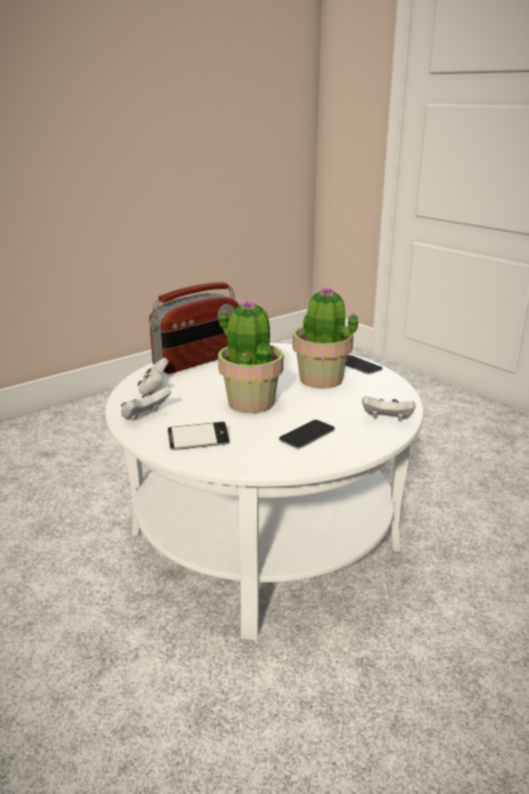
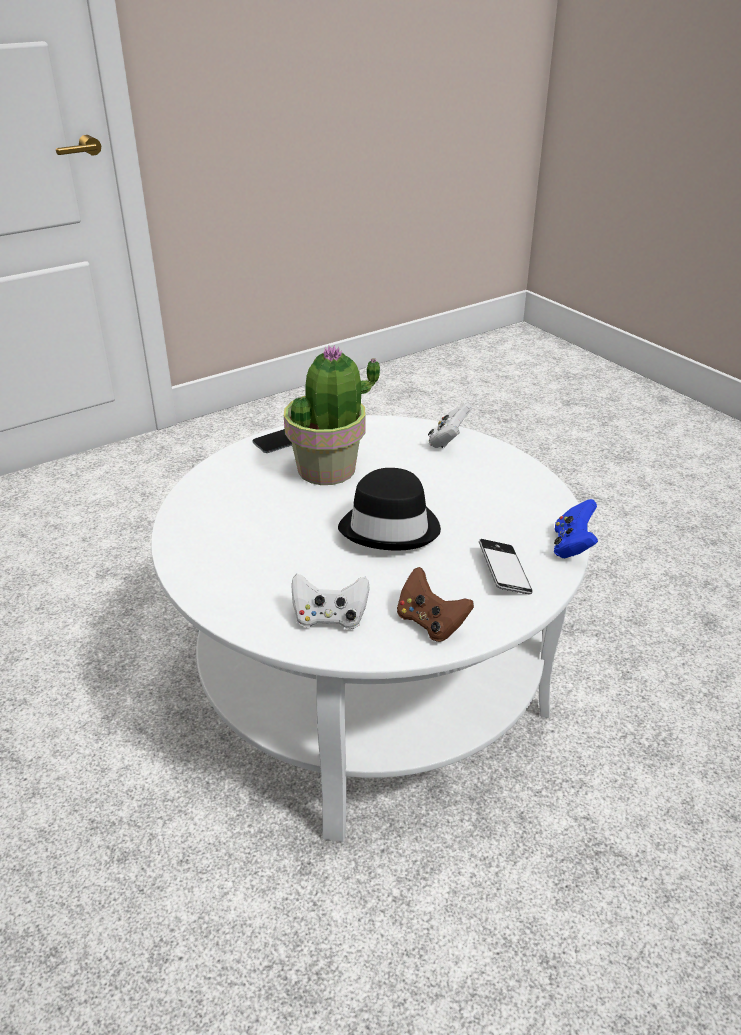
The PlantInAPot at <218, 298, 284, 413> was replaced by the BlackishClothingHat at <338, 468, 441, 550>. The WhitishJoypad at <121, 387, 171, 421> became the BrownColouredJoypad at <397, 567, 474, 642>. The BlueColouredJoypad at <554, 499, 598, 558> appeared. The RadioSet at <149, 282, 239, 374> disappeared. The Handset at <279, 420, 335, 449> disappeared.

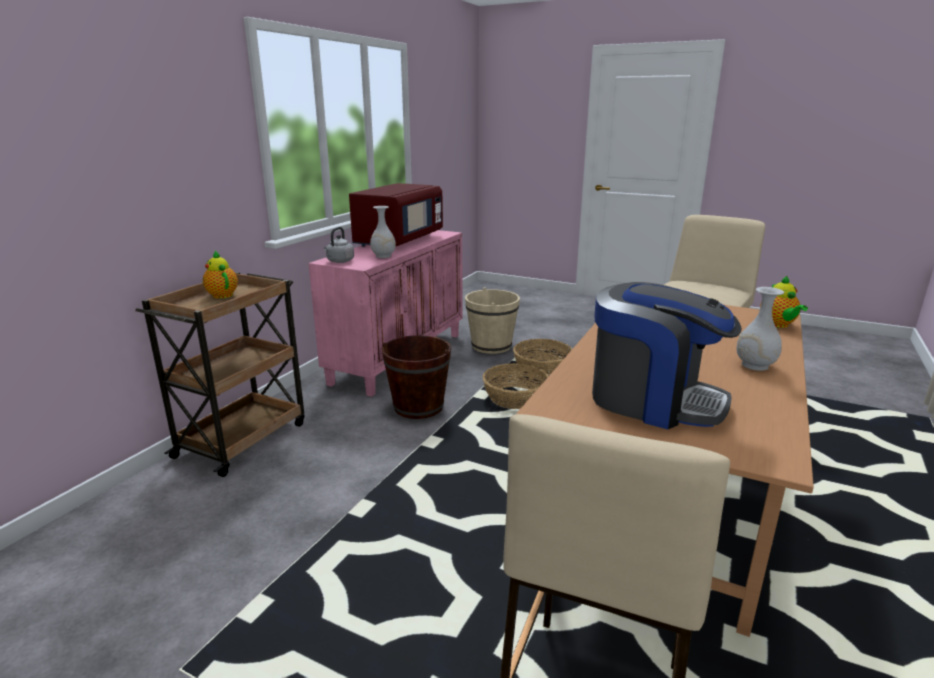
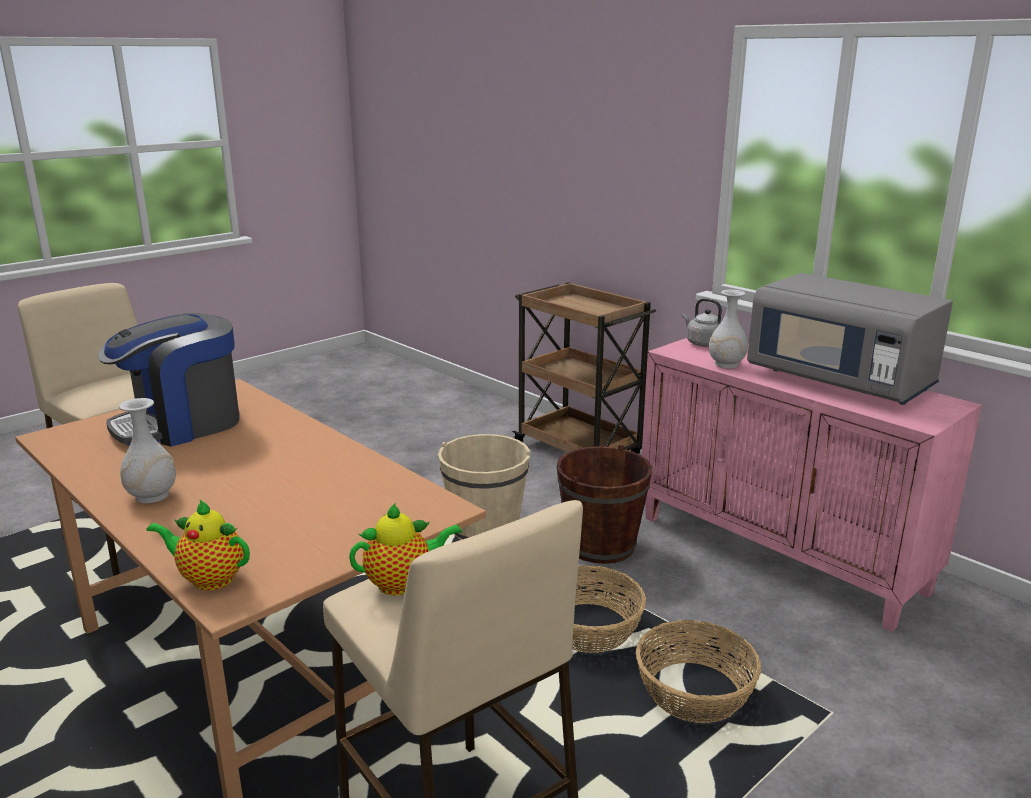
The PotForTea moved from <203, 250, 238, 299> to <349, 503, 462, 595>. The BeigePail moved from <465, 287, 520, 354> to <438, 434, 530, 540>. The RedColouredMicrowaveOven at <349, 183, 443, 247> became the GreyishMicrowaveOven at <747, 273, 953, 405>.

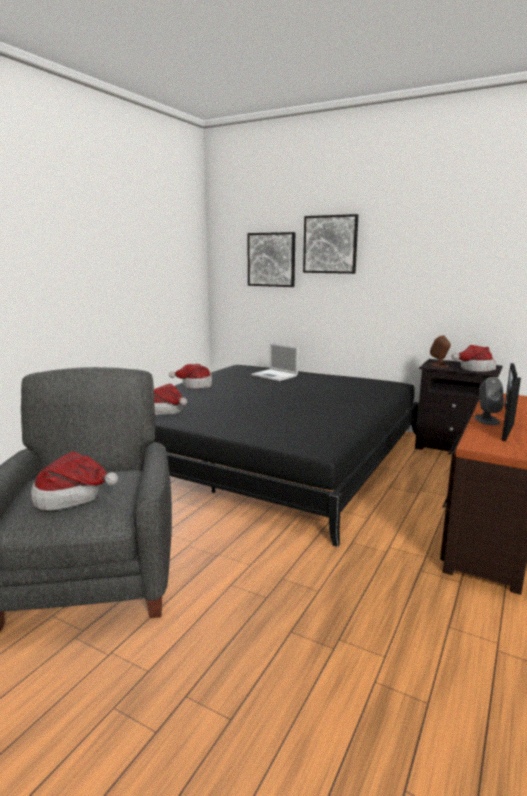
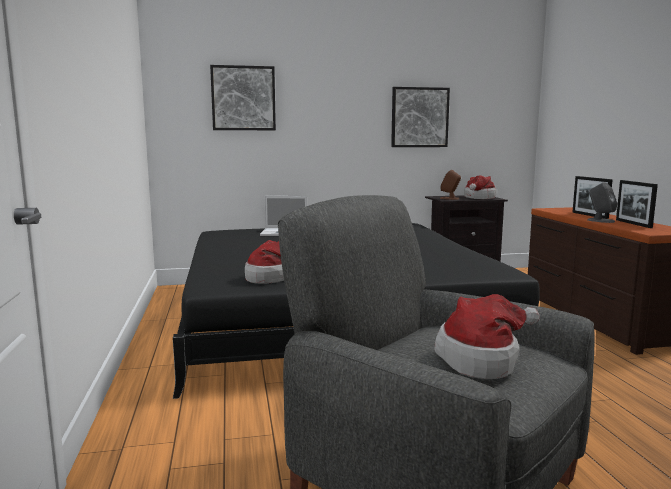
The WallPicture moved from <303, 214, 358, 274> to <391, 87, 450, 147>. The ClothingHat at <169, 364, 212, 389> disappeared.

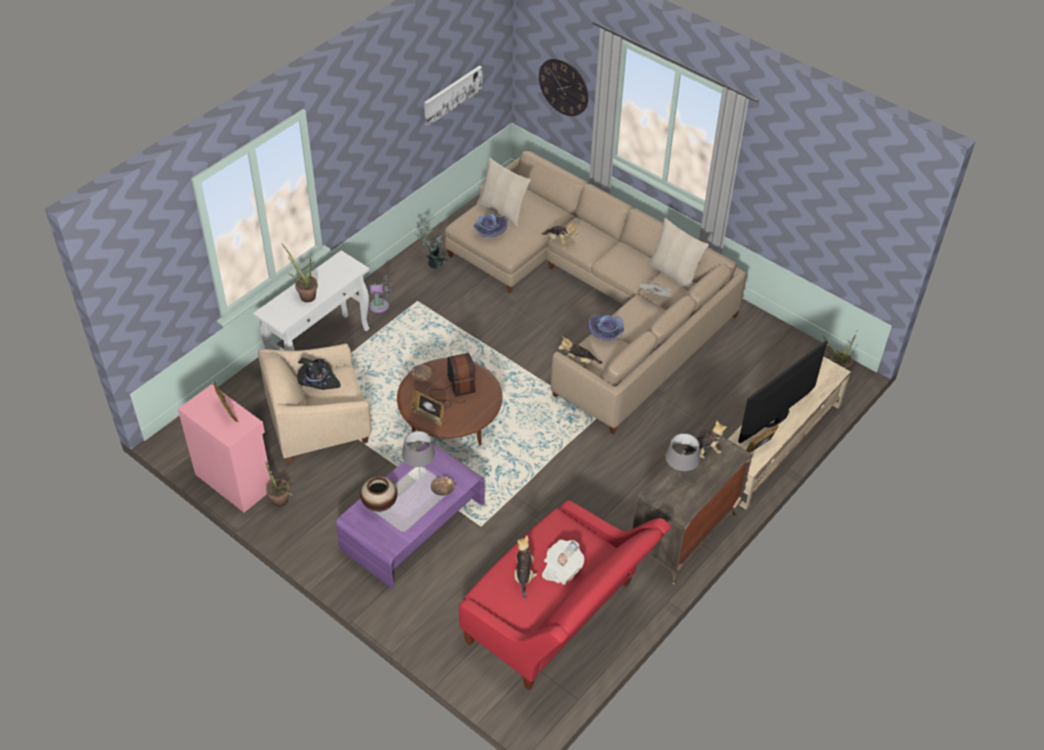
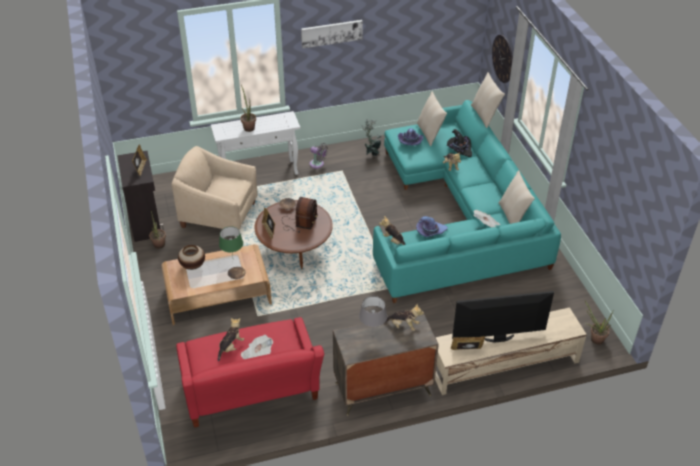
The PinkColouredStorageCabinet at <178, 384, 273, 512> became the BlackishStorageCabinet at <117, 151, 164, 242>. The PurpleColouredLowTable at <336, 443, 485, 590> became the BrownColouredLowTable at <161, 244, 272, 325>. The GreyishTableLamp at <402, 431, 435, 470> became the GreenTableLamp at <219, 226, 243, 256>. The WallPicture moved from <424, 66, 482, 126> to <301, 20, 363, 48>. The BeigeCouch at <445, 151, 747, 435> became the TurquoiseColouredCouch at <373, 100, 561, 303>. The BlackishClothingHat moved from <297, 358, 340, 390> to <447, 129, 472, 157>. The BeigeCushion at <471, 73, 505, 128> appeared.

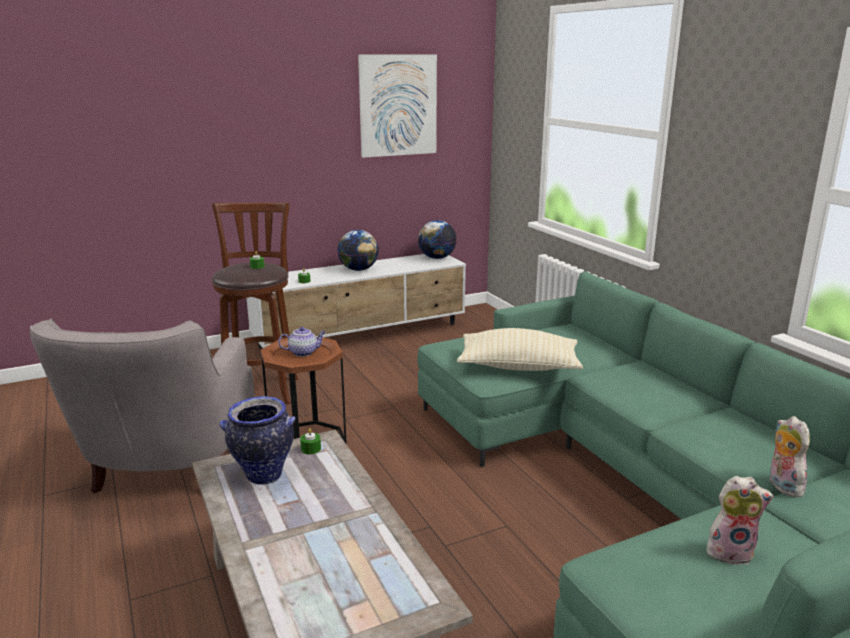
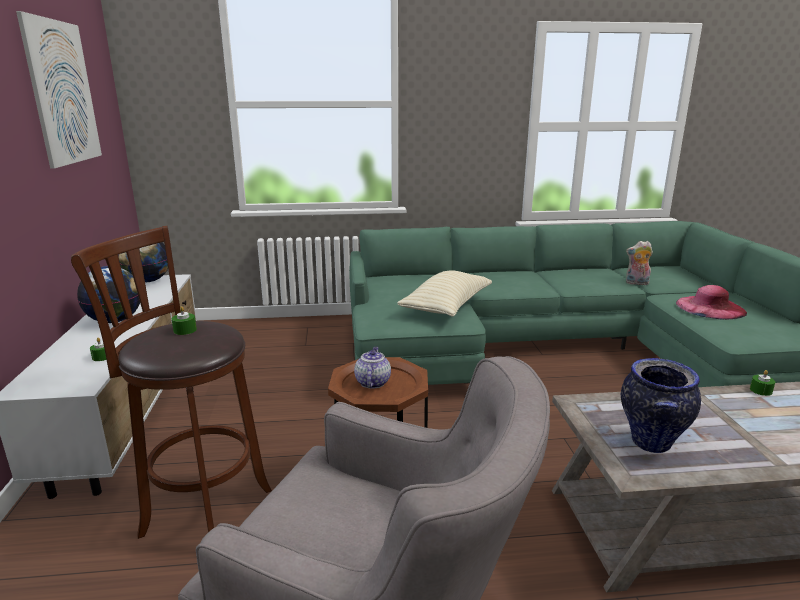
The SoftToy at <706, 476, 774, 565> was replaced by the PinkColouredClothingHat at <676, 285, 747, 320>. The GreenWaxCandle moved from <300, 428, 321, 455> to <750, 370, 775, 396>.

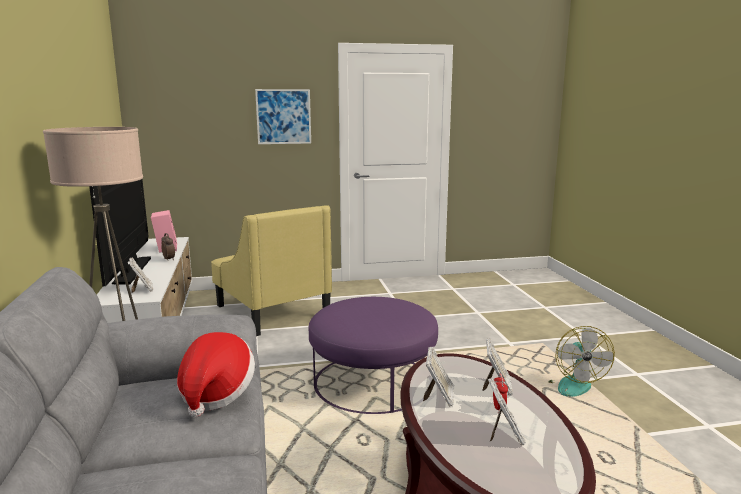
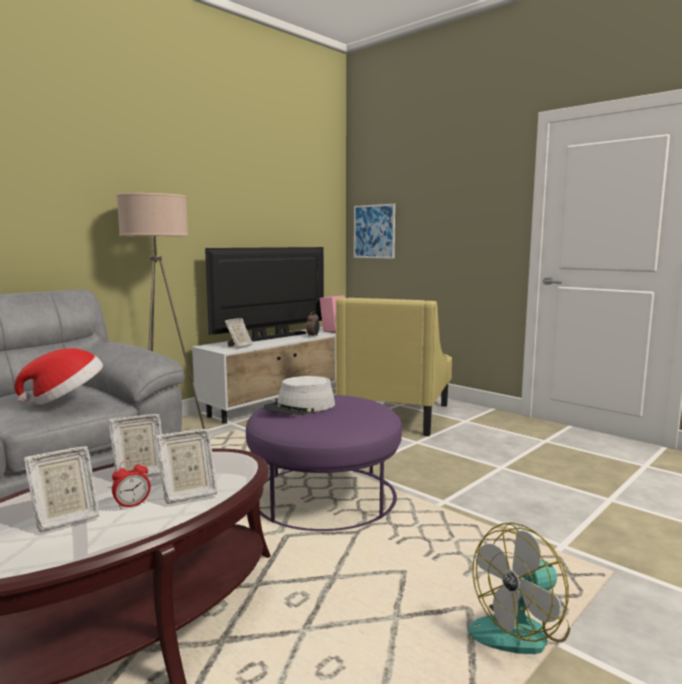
The GreyishClothingHat at <264, 376, 335, 416> appeared. The WallPicture moved from <255, 89, 311, 144> to <354, 204, 395, 259>.

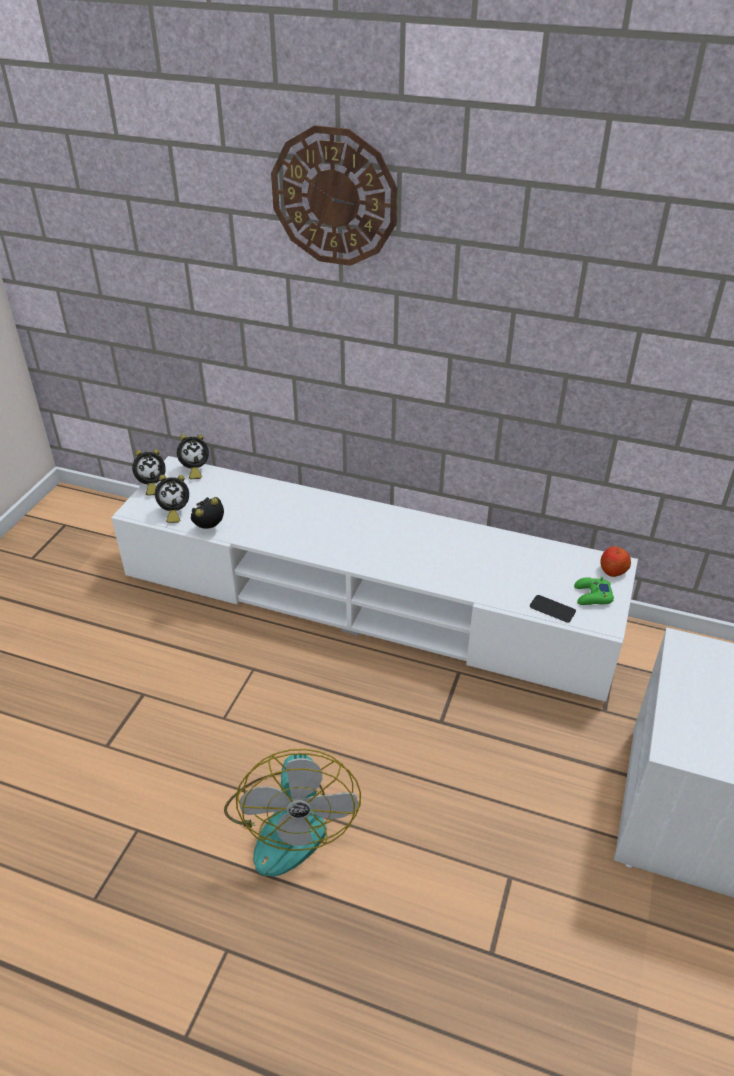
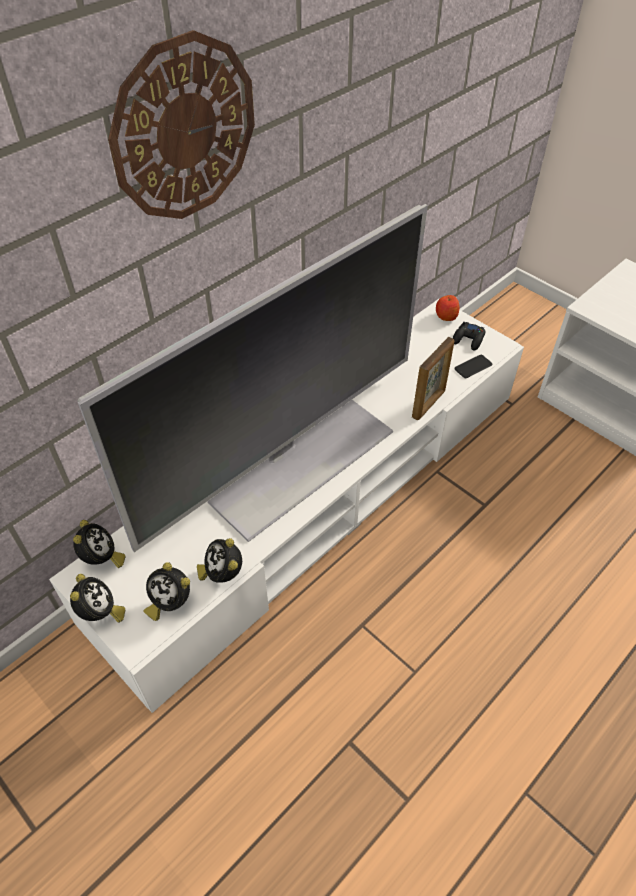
The TvSet at <77, 204, 428, 552> appeared. The TableClock at <155, 475, 189, 523> turned 120 degrees clockwise. The PictureFrame at <412, 337, 454, 420> appeared. The GreenJoypad at <574, 577, 614, 605> became the BlackishJoypad at <453, 322, 486, 351>. The ElectricFan at <224, 749, 361, 877> disappeared.

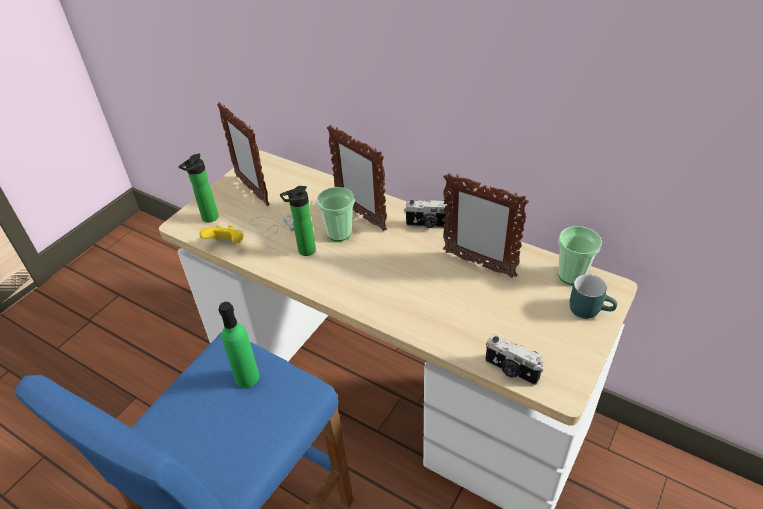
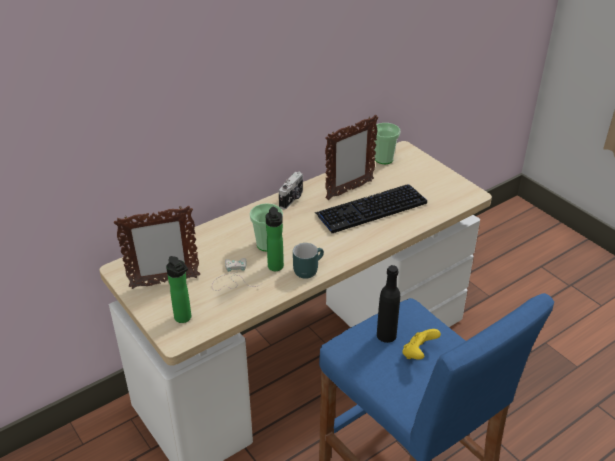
The TurquoiseColouredMug moved from <570, 274, 617, 319> to <293, 243, 324, 279>. The ComputerKeyboard at <315, 184, 427, 234> appeared. The GreenBeverageBottle at <219, 302, 259, 388> became the BlackishBeverageBottle at <377, 265, 400, 343>. The YellowJoypad moved from <199, 225, 244, 243> to <402, 329, 441, 359>. The PictureFrame at <327, 125, 387, 231> disappeared. The PhotoCamera at <485, 335, 544, 385> disappeared.

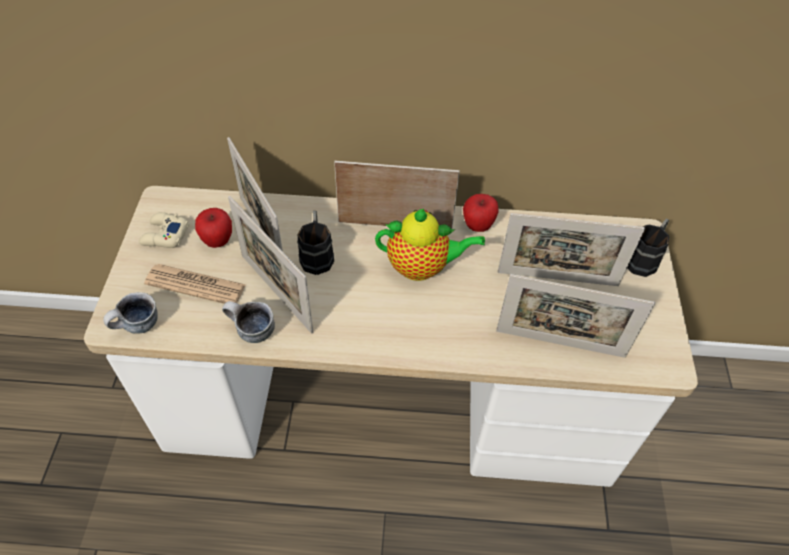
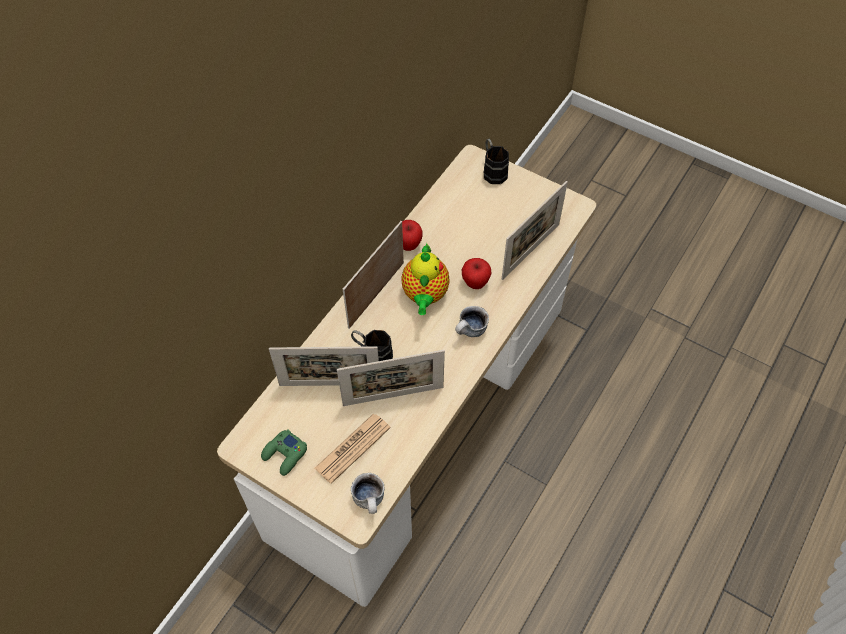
The BeigeJoypad at <139, 212, 189, 248> became the GreenJoypad at <261, 430, 307, 476>. The PotForTea at <375, 209, 485, 281> turned 150 degrees clockwise. The Mug moved from <222, 301, 275, 343> to <455, 306, 489, 337>. The WholeApple moved from <195, 208, 232, 248> to <462, 258, 491, 289>. The PictureFrame at <498, 213, 645, 286> disappeared.

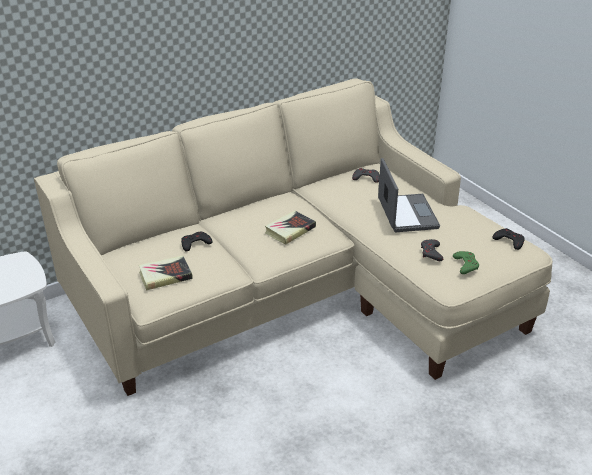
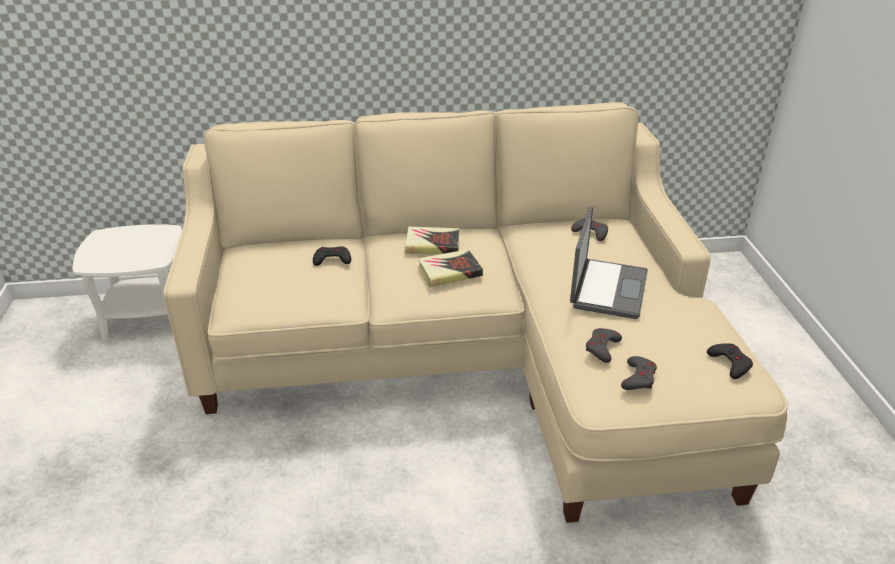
The Book moved from <139, 255, 193, 291> to <405, 227, 459, 254>. The GreenJoypad at <453, 251, 479, 274> became the GreyishJoypad at <621, 356, 657, 390>.

